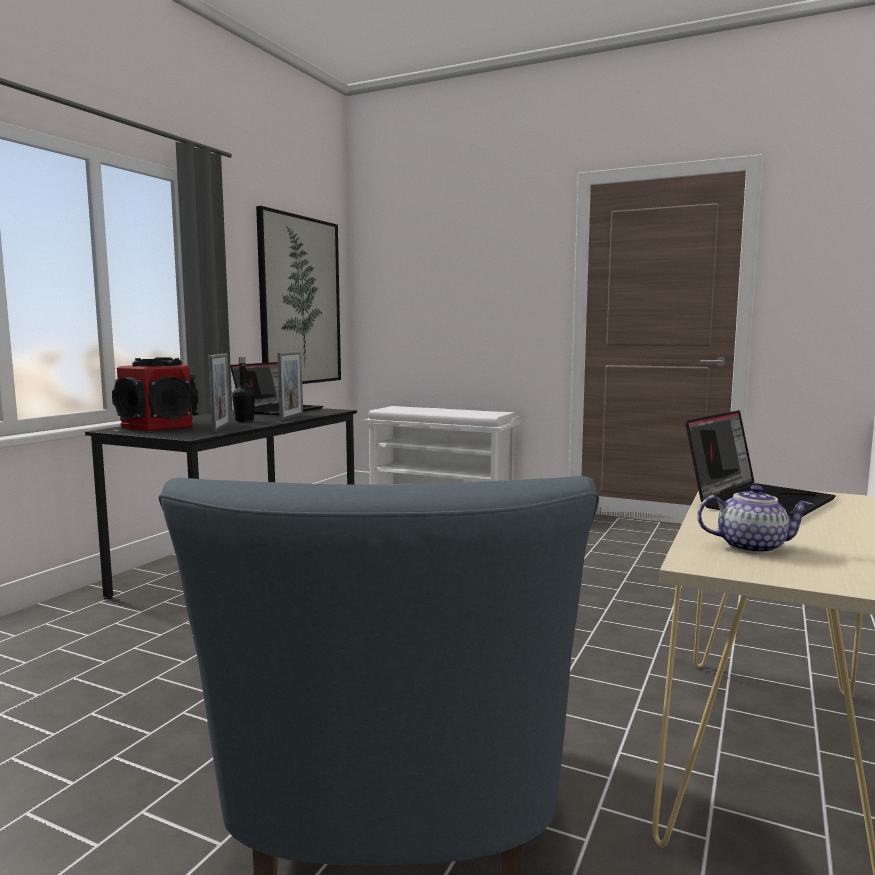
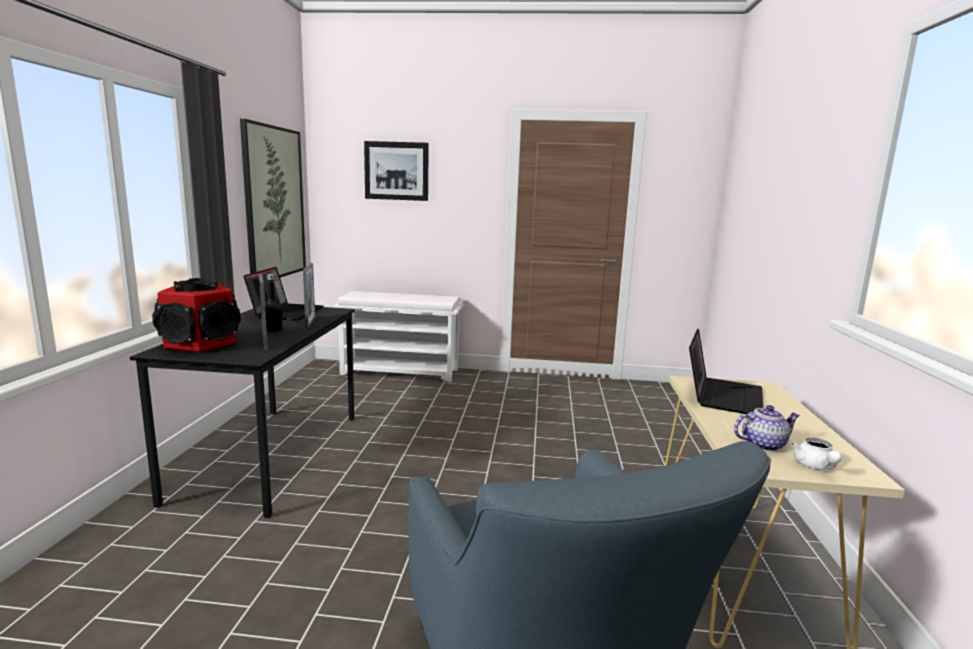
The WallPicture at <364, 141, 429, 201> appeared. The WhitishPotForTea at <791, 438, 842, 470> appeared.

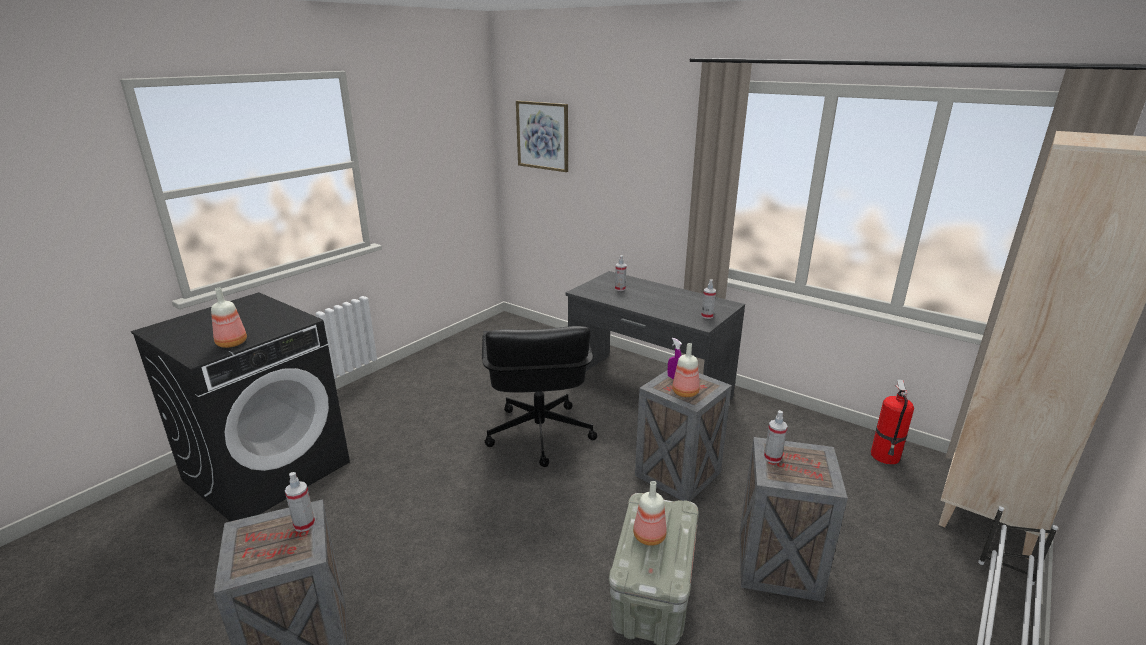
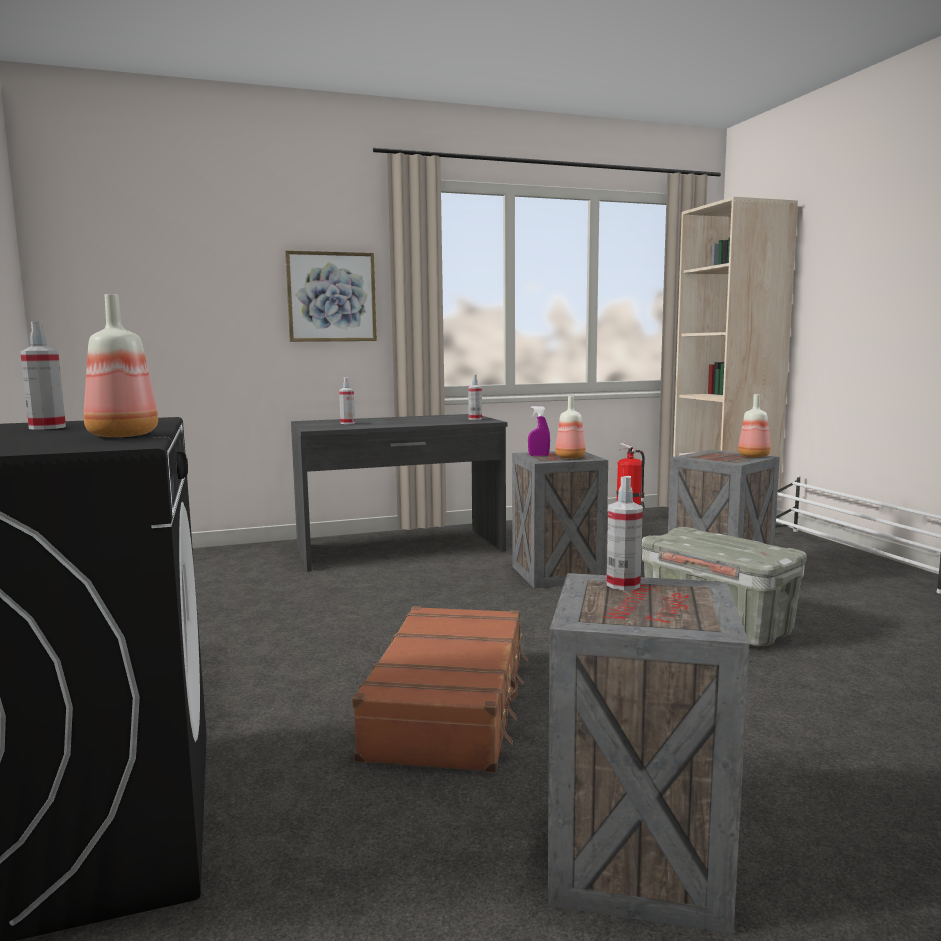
The HandSprayer moved from <764, 410, 788, 463> to <20, 321, 66, 430>. The WallPicture moved from <516, 101, 568, 172> to <285, 250, 377, 342>. The BrownColouredTravelCase at <352, 606, 528, 772> appeared. The BeverageBottle moved from <633, 481, 667, 546> to <738, 394, 770, 457>. The BlackishComputerChair at <482, 326, 597, 467> disappeared.

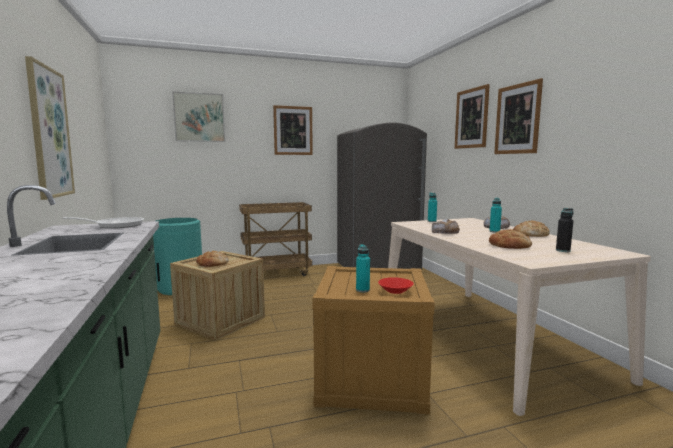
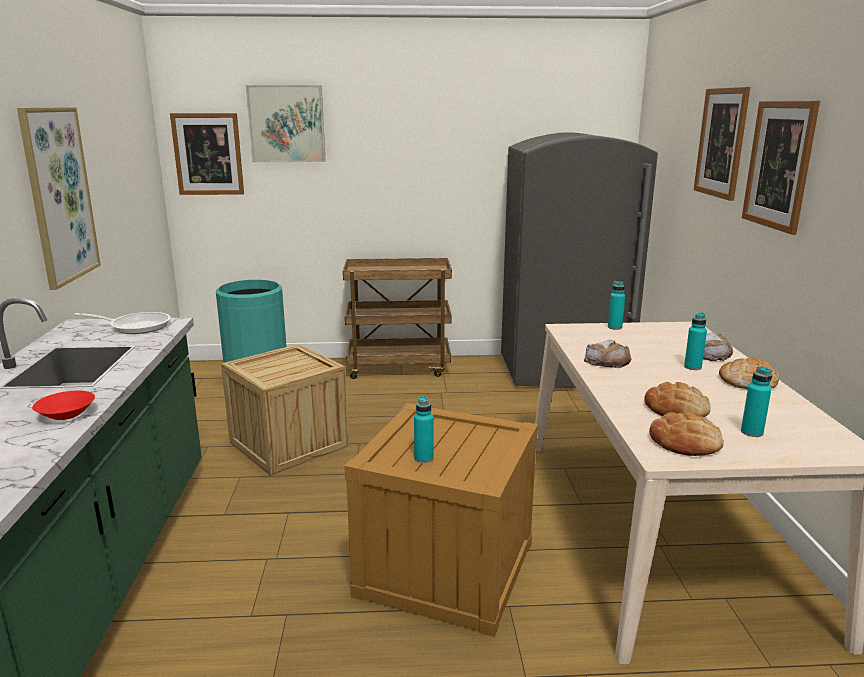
The RedColouredServingBowl moved from <378, 277, 413, 294> to <32, 391, 95, 420>. The WallPicture moved from <273, 105, 313, 155> to <170, 113, 244, 195>. The BakeryBread moved from <196, 251, 229, 267> to <649, 411, 724, 456>. The BlackishBeverageBottle at <556, 208, 573, 252> became the TurquoiseColouredBeverageBottle at <741, 366, 772, 437>.

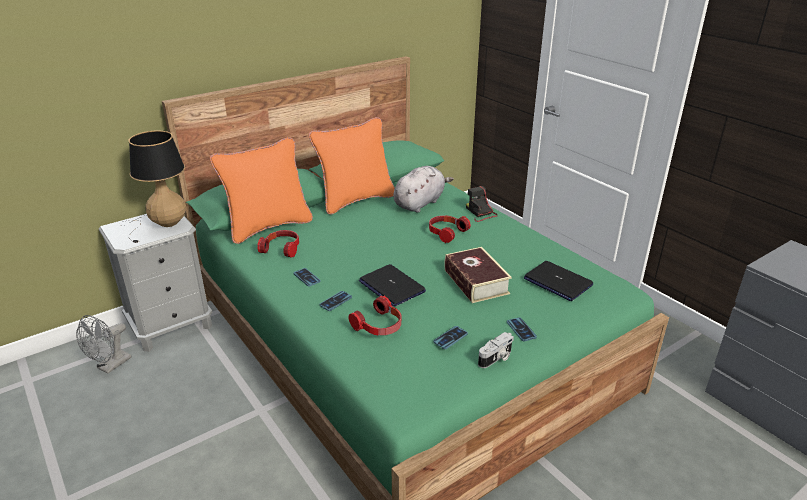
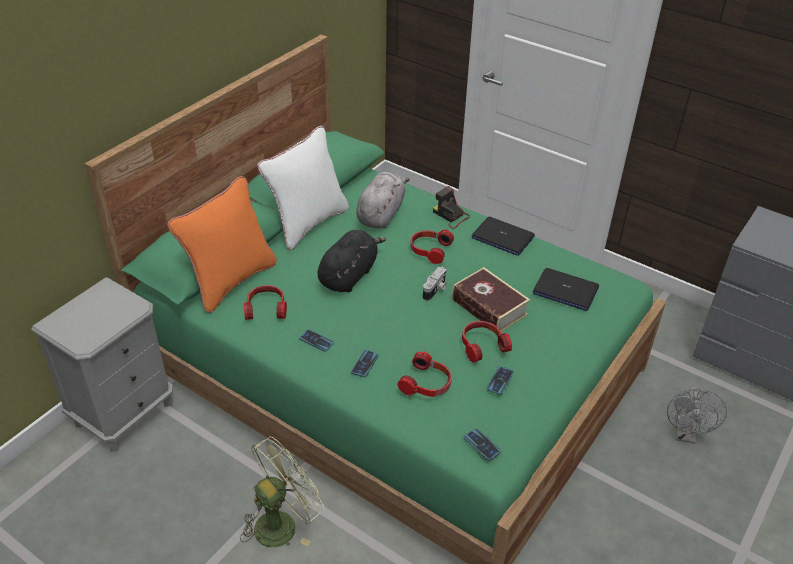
The GreenElectricFan at <240, 437, 324, 547> appeared. The OrangeColouredCushion at <309, 117, 395, 215> became the WhitishCushion at <257, 126, 349, 250>. The BlackishSoftToy at <318, 230, 387, 292> appeared. The PhotoCamera moved from <478, 332, 514, 368> to <423, 266, 447, 301>. The PairOfHeadphones at <462, 321, 512, 362> appeared. The Handset moved from <507, 317, 537, 341> to <464, 428, 501, 461>. The Laptop moved from <359, 264, 426, 307> to <472, 217, 535, 256>. The GreyishElectricFan moved from <76, 315, 132, 374> to <667, 387, 727, 444>. The TableLamp at <123, 131, 187, 243> disappeared.

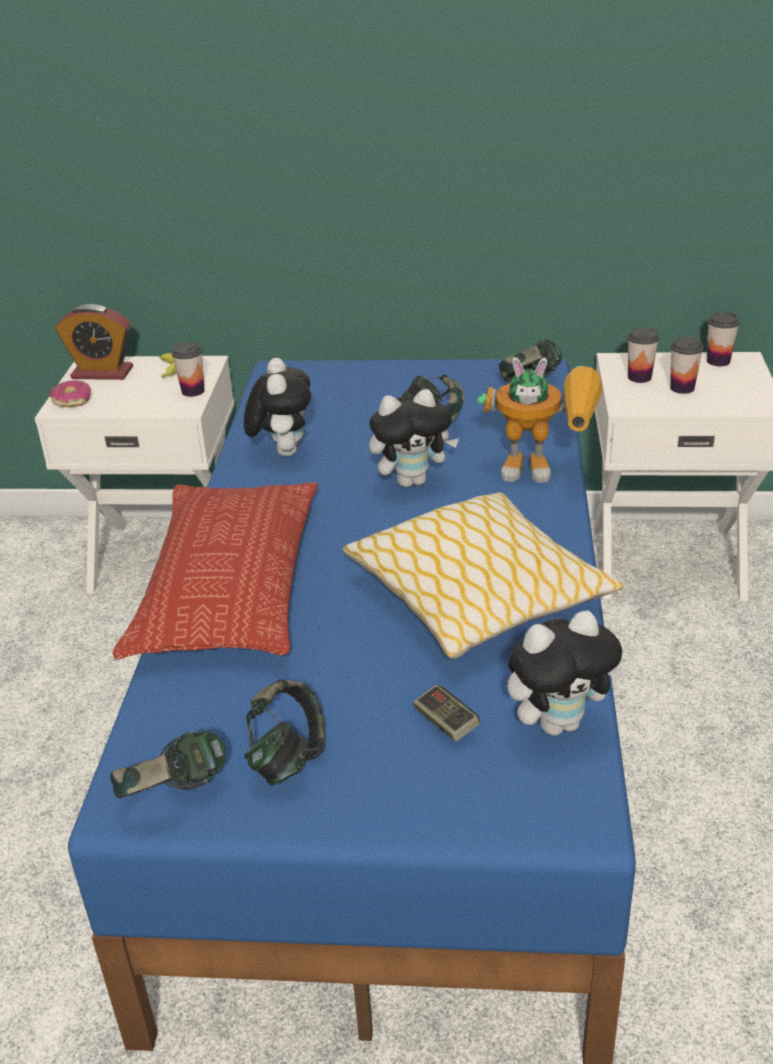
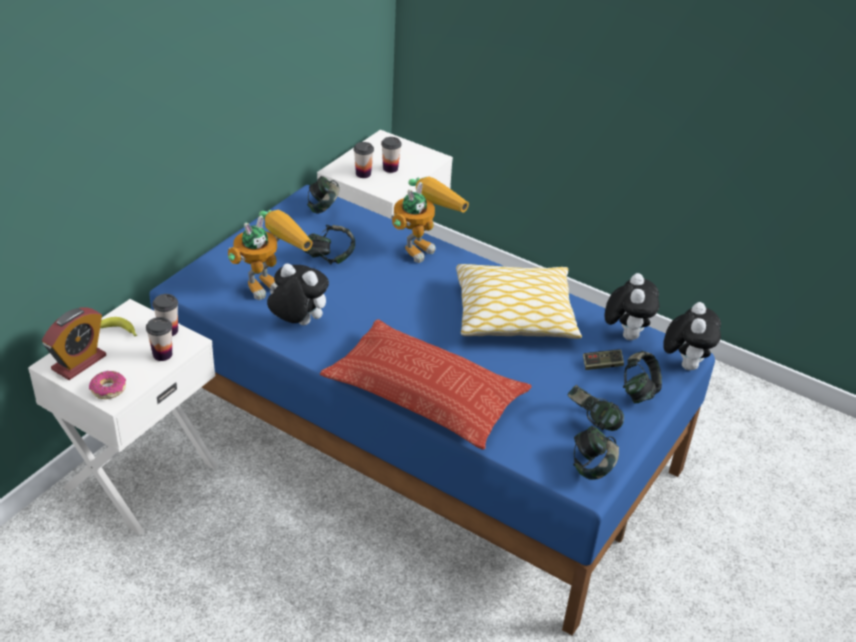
The SmallCup moved from <707, 312, 740, 366> to <146, 317, 172, 361>. The ToyRobot at <228, 210, 313, 300> appeared. The PairOfHeadphones at <623, 351, 662, 403> appeared. The SoftToy moved from <369, 389, 459, 487> to <663, 302, 721, 370>.

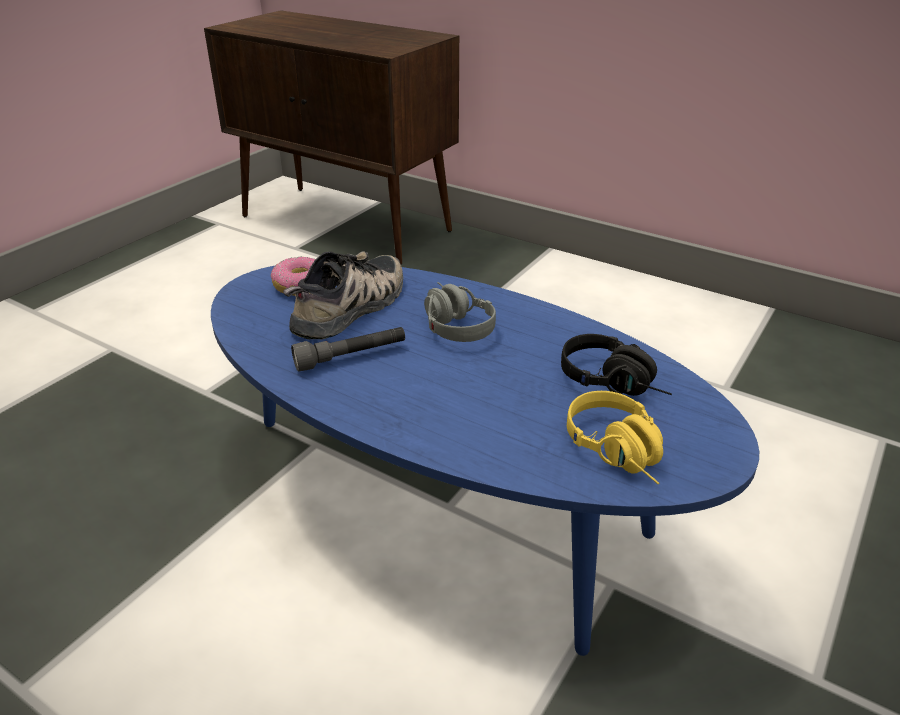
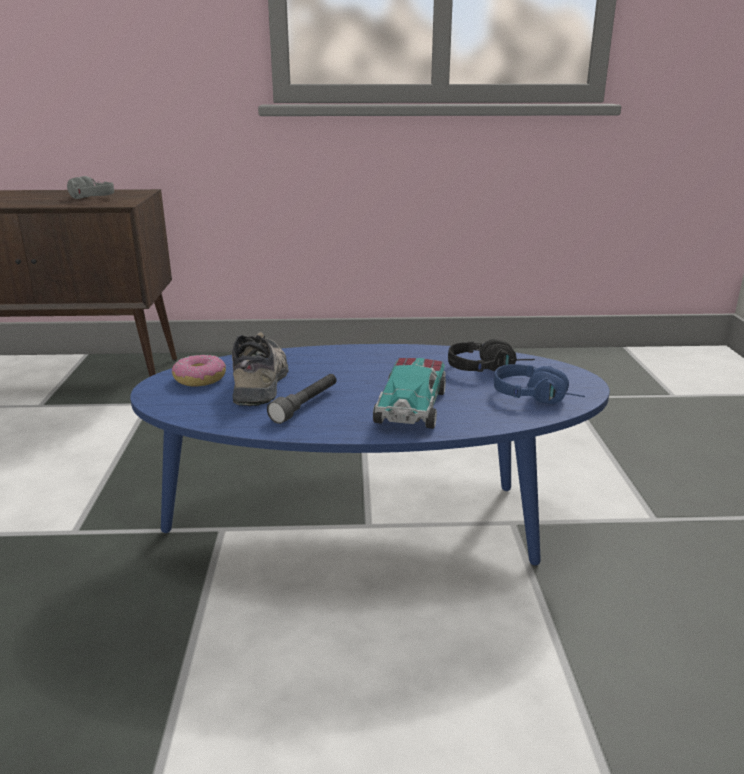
The GreyishPairOfHeadphones moved from <424, 282, 496, 342> to <67, 176, 114, 199>. The MiniatureCar at <373, 358, 446, 429> appeared. The YellowPairOfHeadphones at <567, 391, 663, 485> became the BlueColouredPairOfHeadphones at <494, 364, 585, 404>.

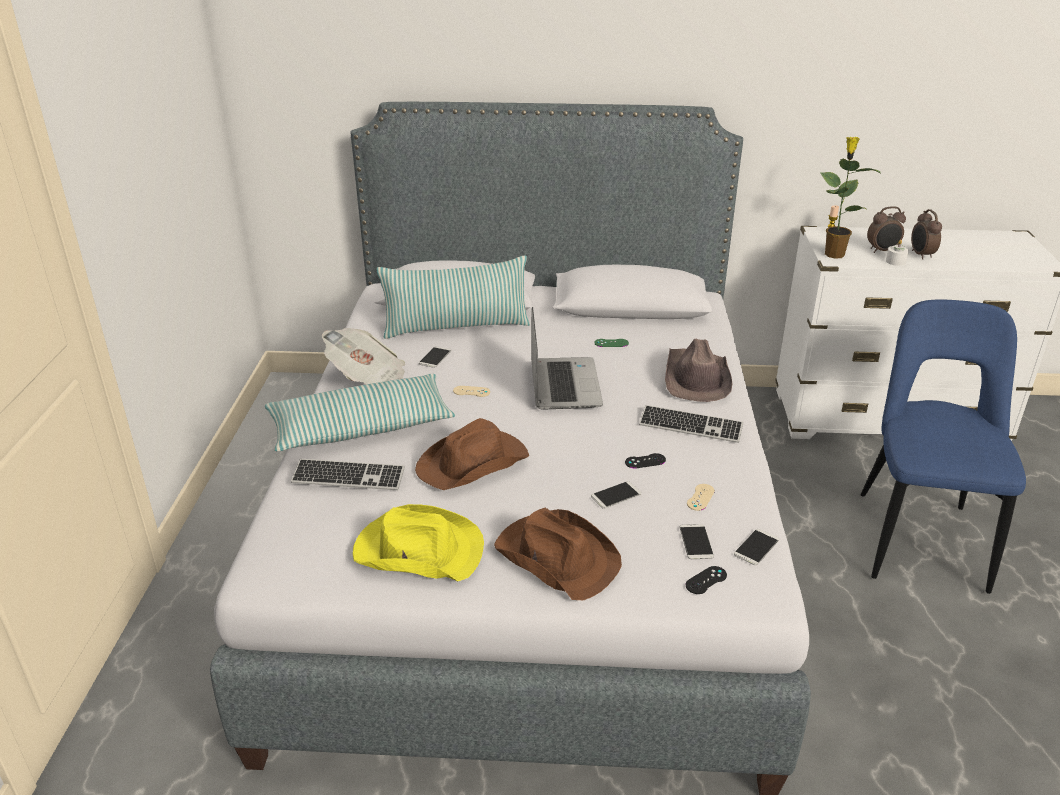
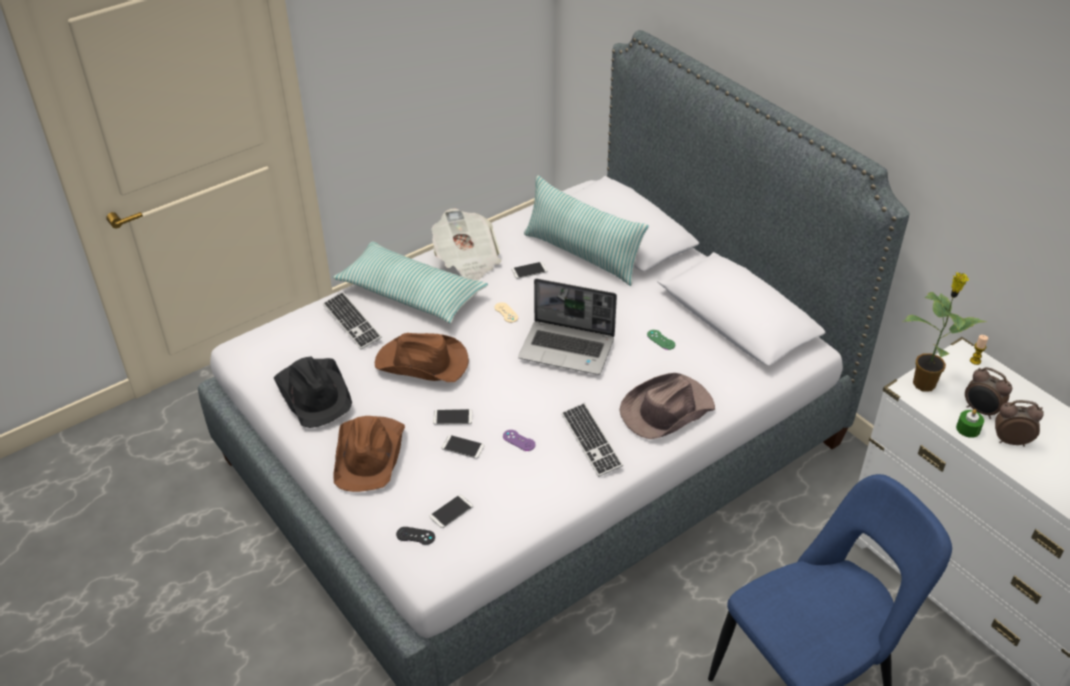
The YellowClothingHat at <353, 504, 484, 581> became the BlackishClothingHat at <274, 357, 352, 428>. The Handset moved from <734, 529, 779, 565> to <433, 409, 472, 425>. The BlackishJoypad at <625, 453, 666, 469> became the PurpleColouredJoypad at <503, 430, 536, 451>. The Laptop at <531, 307, 603, 410> turned 60 degrees clockwise. The WhitishWaxCandle at <886, 240, 909, 266> became the GreenWaxCandle at <956, 409, 984, 438>. The TableClock at <911, 209, 942, 260> turned 60 degrees clockwise. The BeigeJoypad at <687, 484, 715, 511> disappeared.

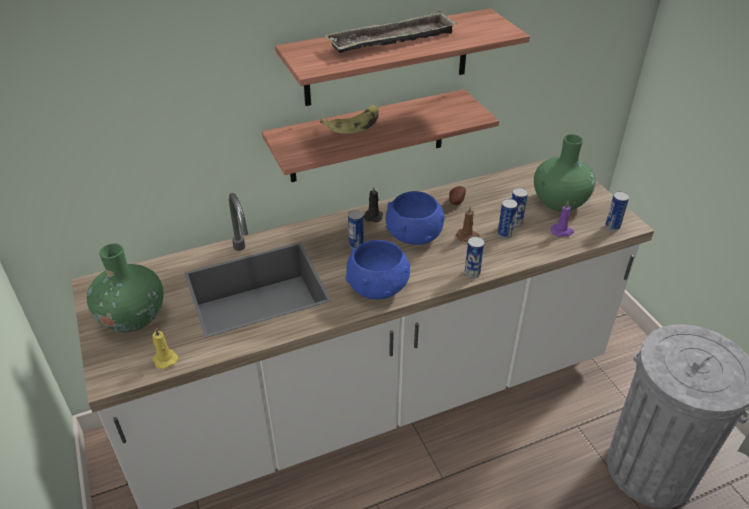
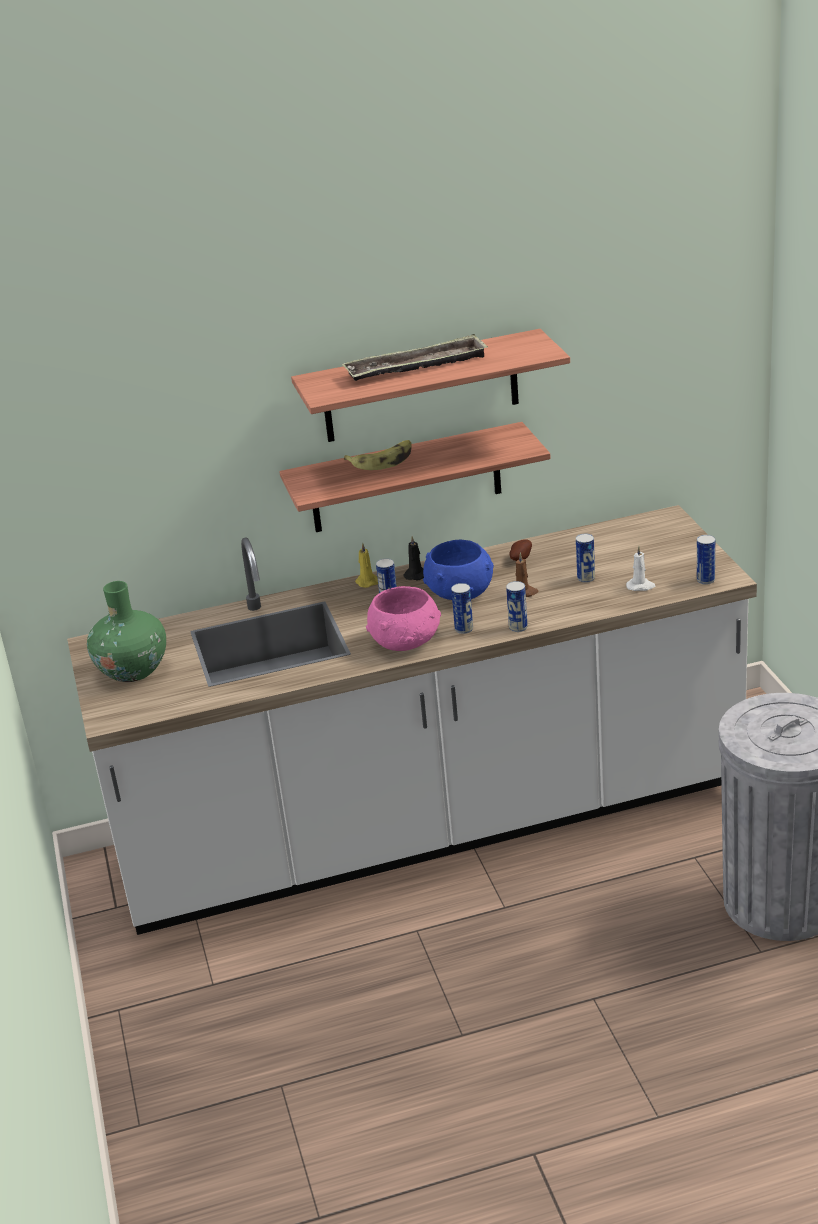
The YellowWaxCandle moved from <152, 328, 178, 369> to <355, 543, 378, 588>. The BlueColouredServingBowl at <345, 240, 410, 300> became the PinkColouredServingBowl at <366, 586, 441, 651>. The SealedCan moved from <498, 199, 517, 239> to <451, 583, 473, 634>. The PurpleColouredWaxCandle at <550, 202, 574, 237> became the WhitishWaxCandle at <626, 546, 656, 591>. The GreenDecorativeVase at <534, 134, 596, 212> disappeared.

